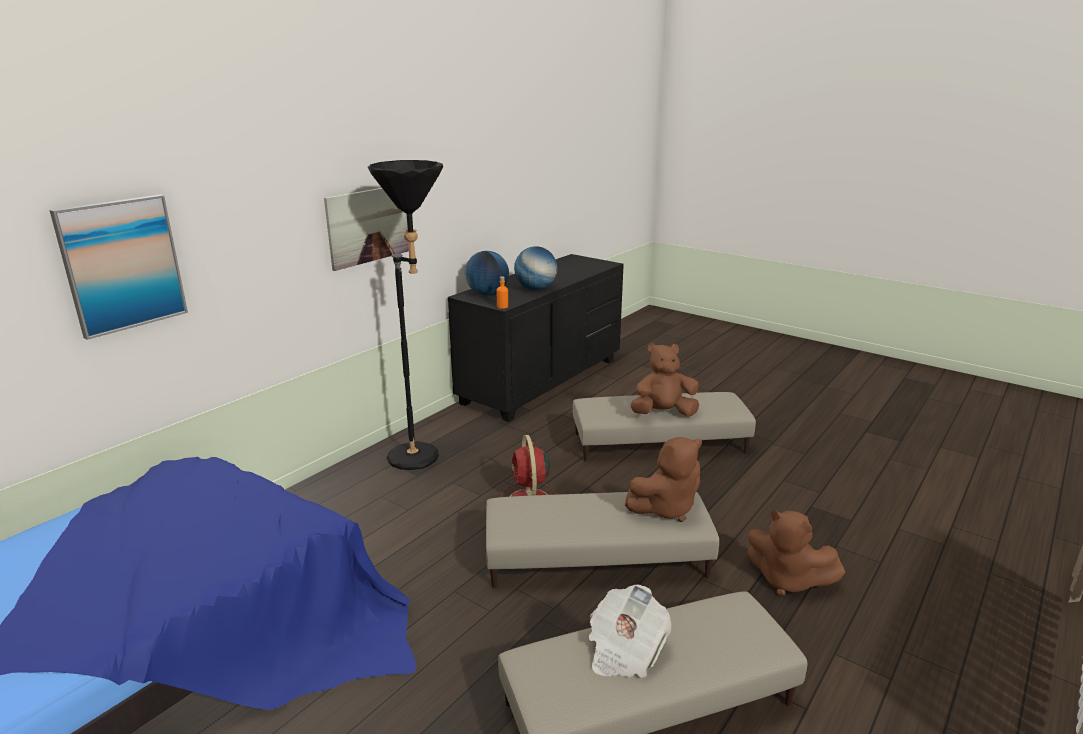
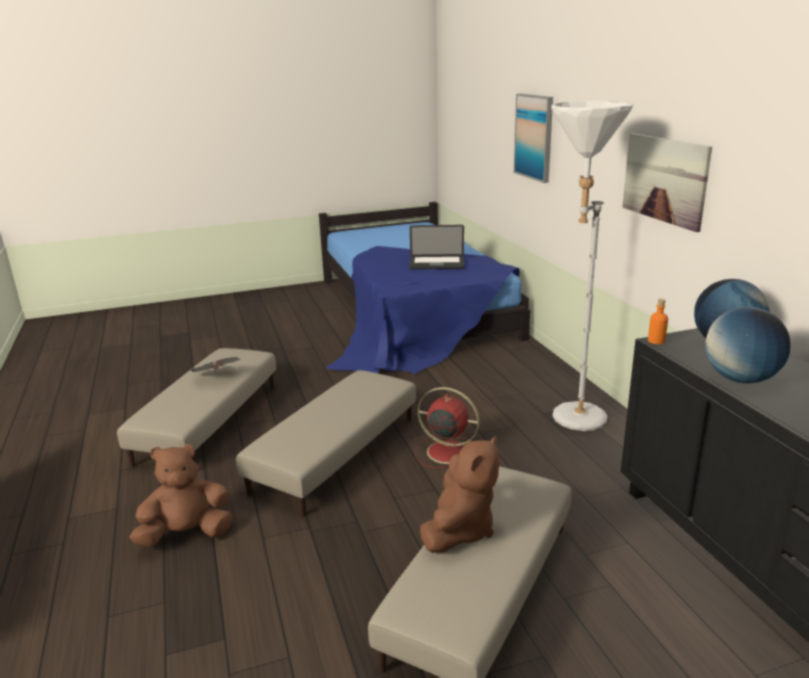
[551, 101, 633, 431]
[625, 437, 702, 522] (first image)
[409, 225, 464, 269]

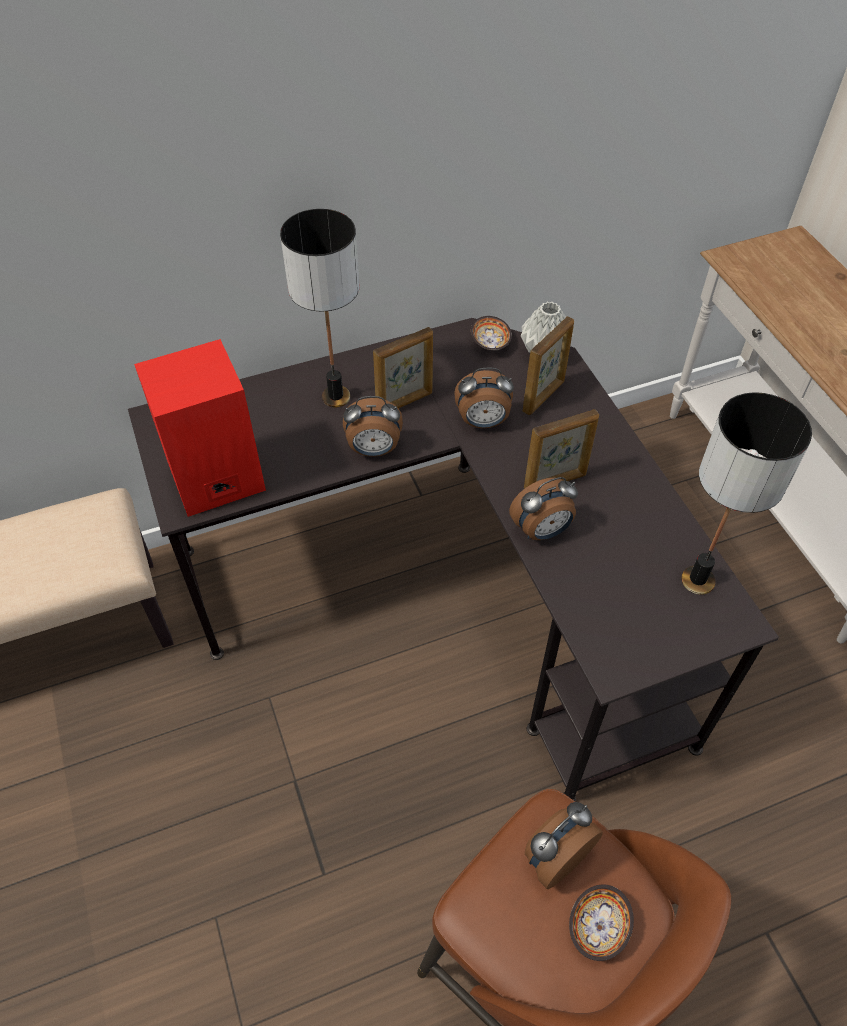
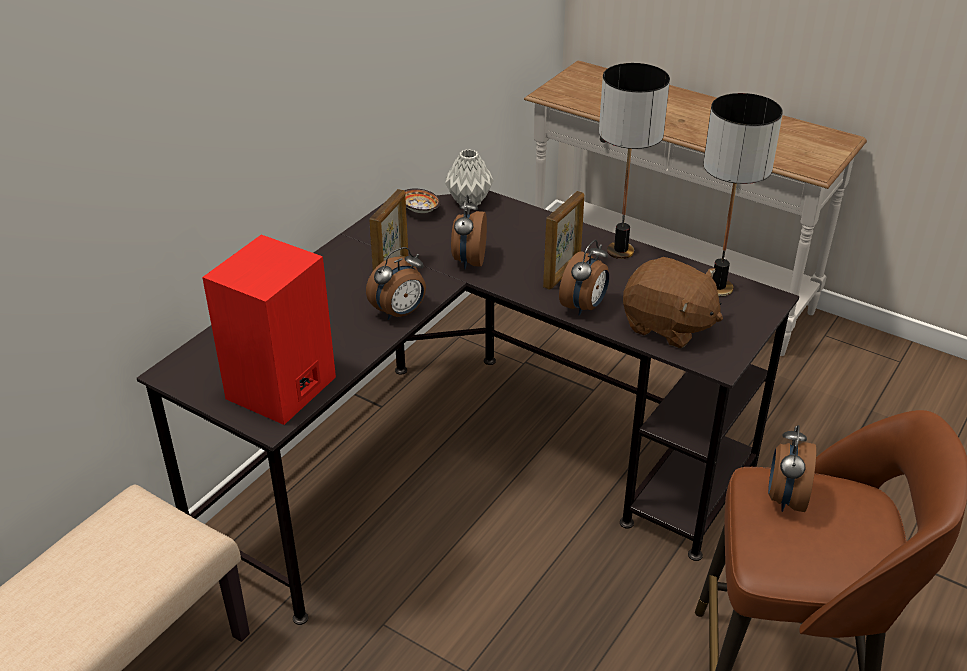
[599, 63, 670, 259]
[523, 317, 574, 415] (first image)
[451, 195, 487, 269]
[569, 884, 634, 961] (first image)
[623, 257, 723, 349]

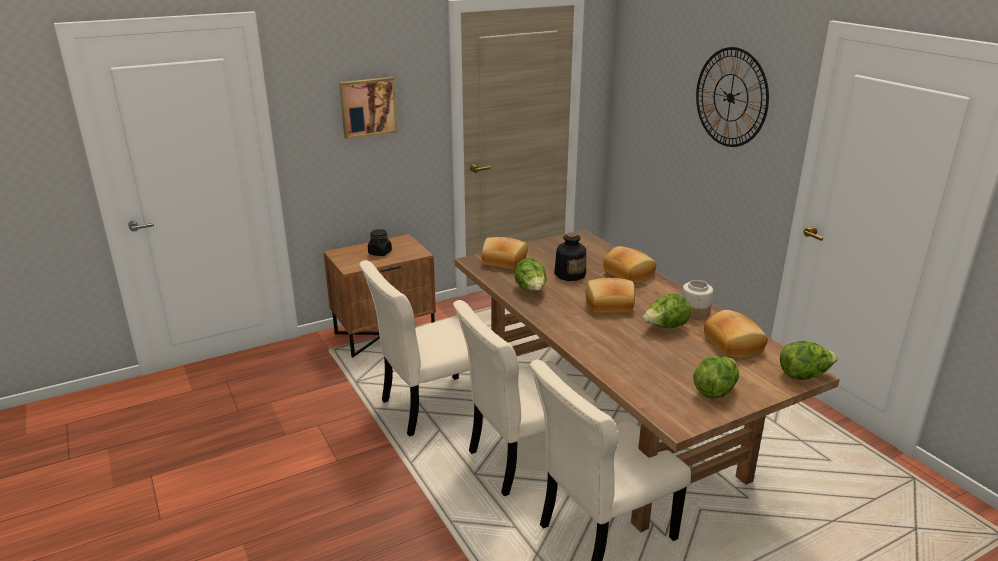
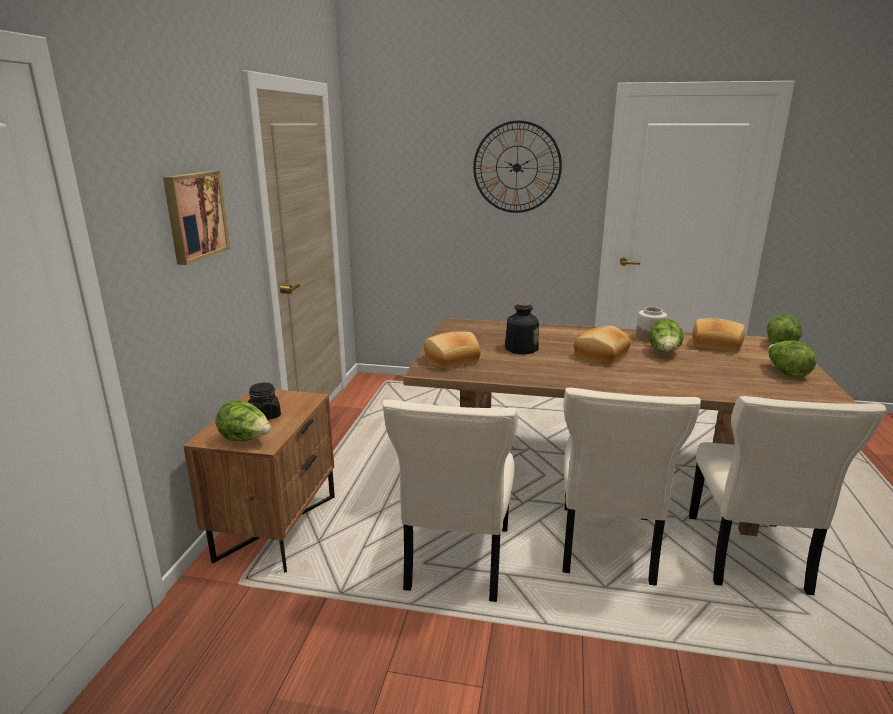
[603, 246, 656, 284] (first image)
[216, 400, 271, 441]

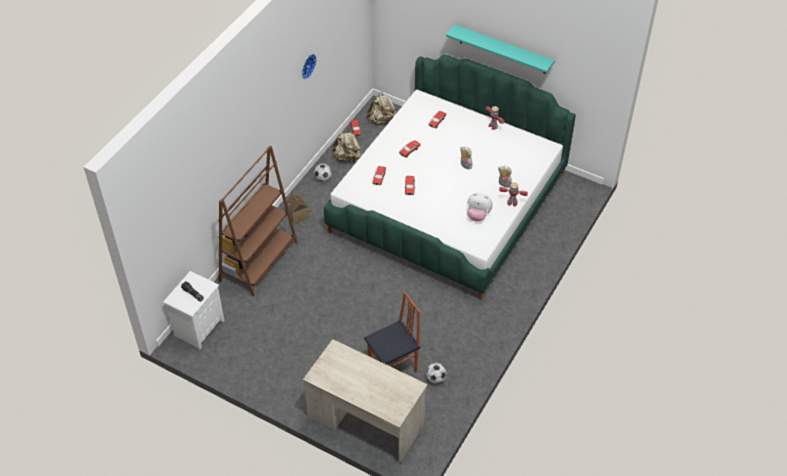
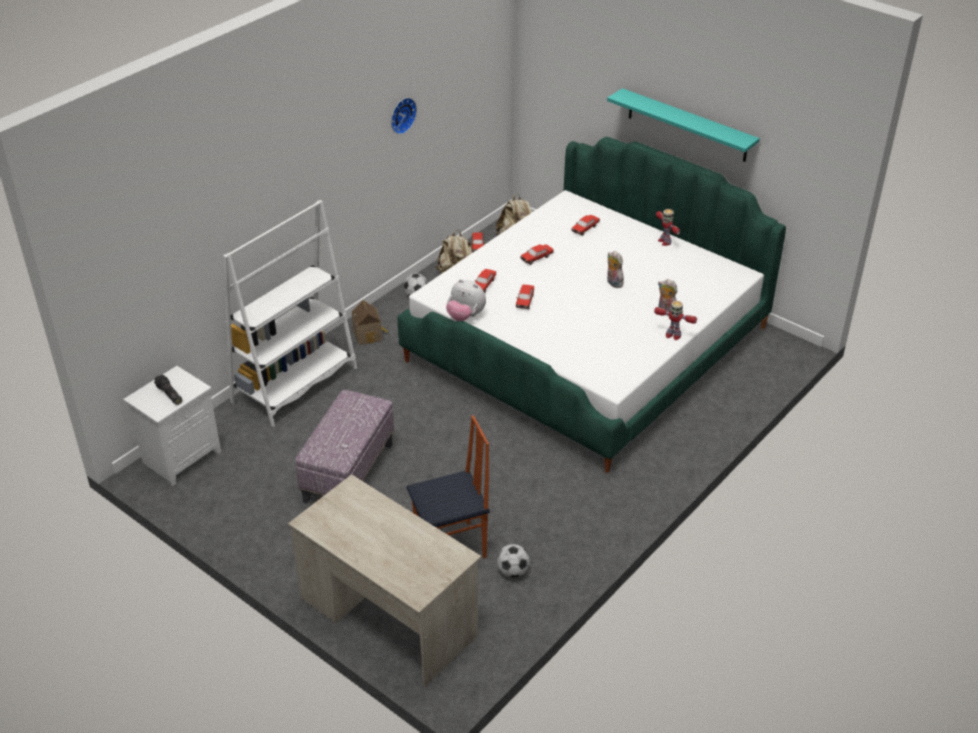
[223, 200, 357, 427]
[446, 279, 486, 321]
[295, 390, 394, 503]

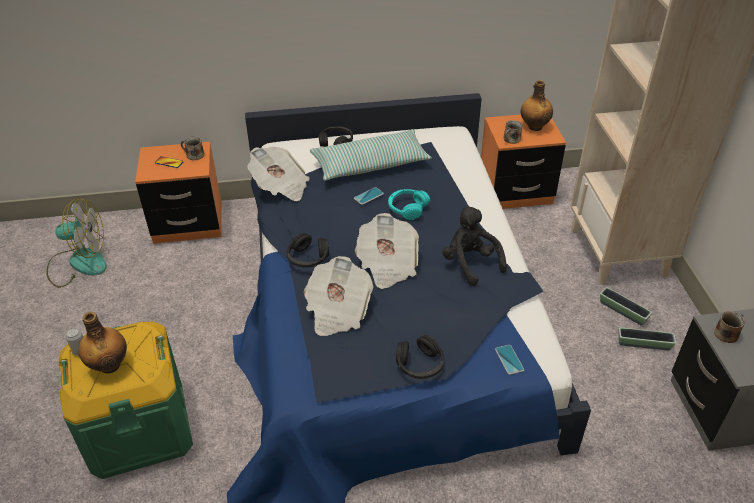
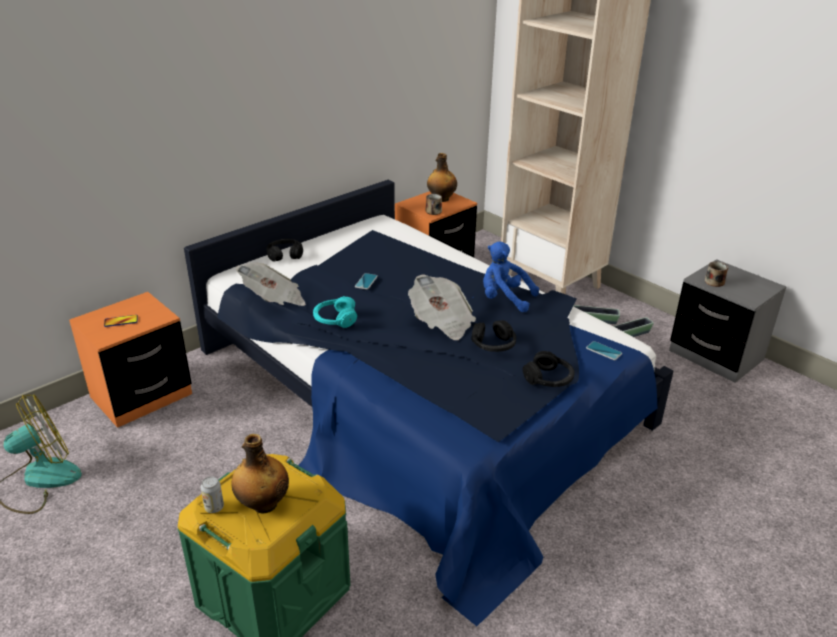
[310, 129, 432, 181] (first image)
[181, 136, 204, 160] (first image)
[313, 296, 357, 328]
[483, 241, 539, 312]
[471, 320, 516, 352]
[304, 256, 373, 336] (first image)

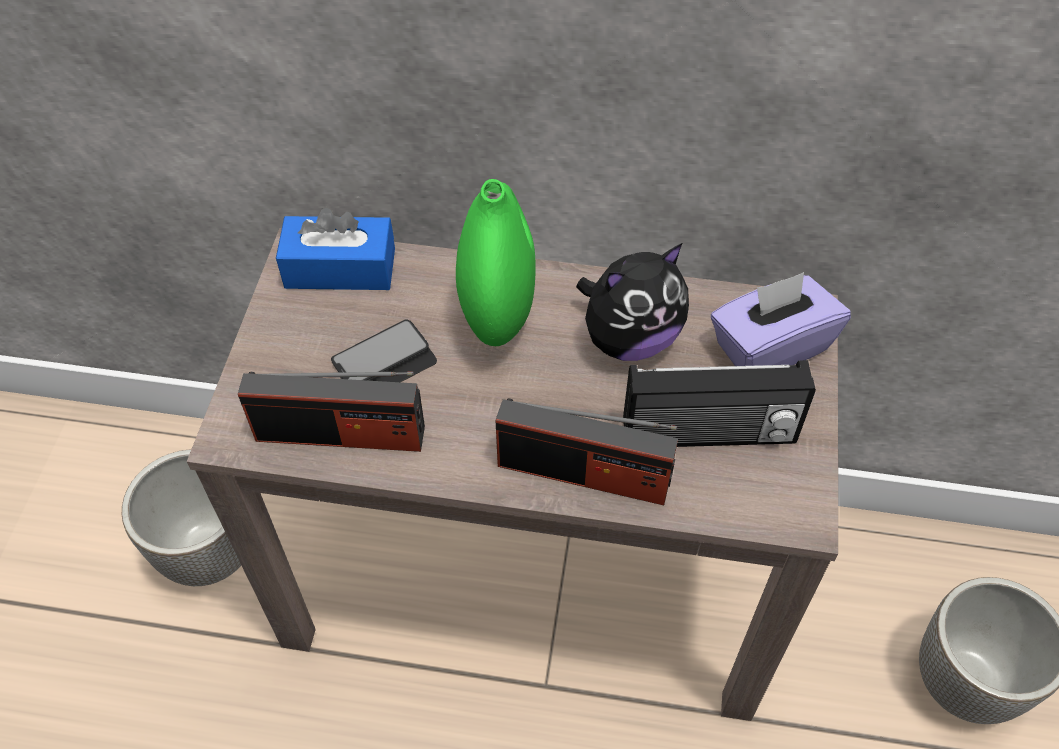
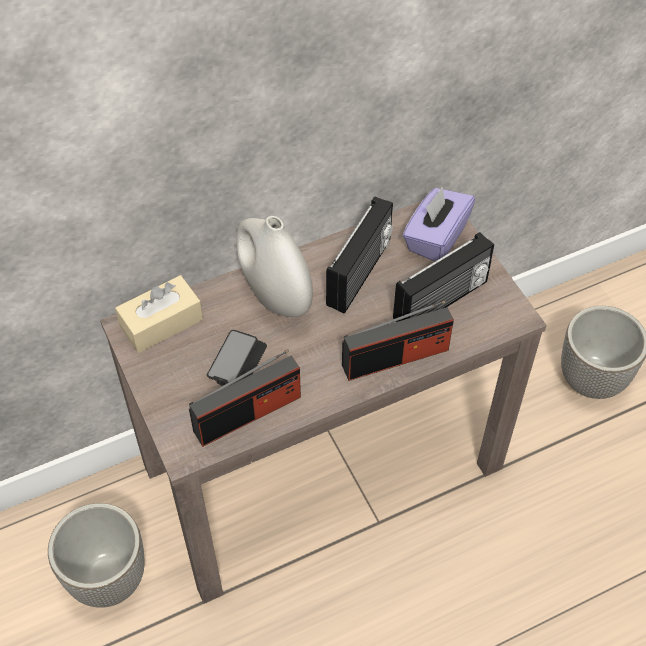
[236, 216, 313, 317]
[115, 275, 203, 353]
[326, 196, 393, 314]

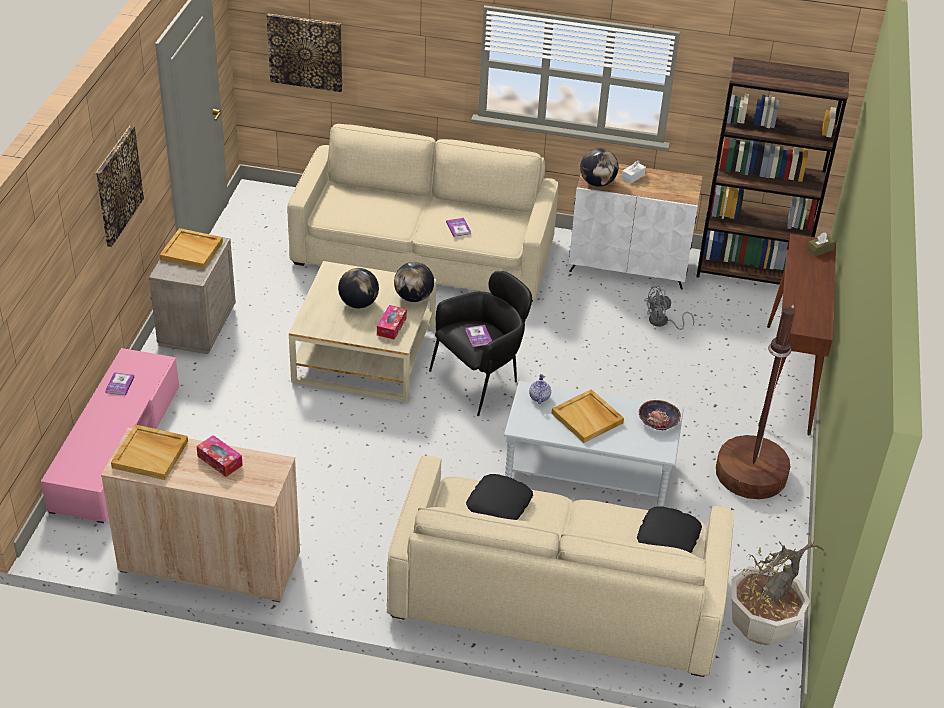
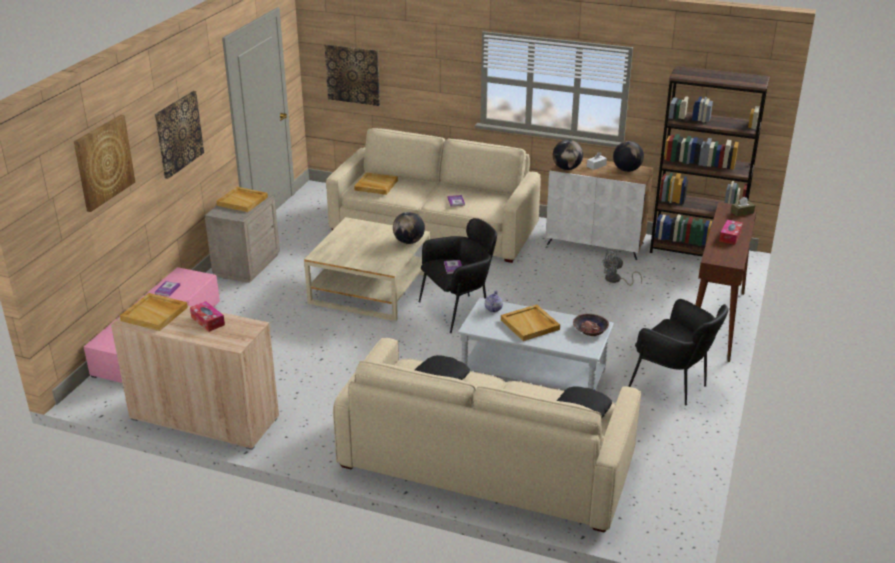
[613, 141, 644, 172]
[628, 299, 728, 406]
[719, 220, 743, 245]
[732, 533, 824, 645] (first image)
[74, 115, 135, 212]
[354, 172, 398, 195]

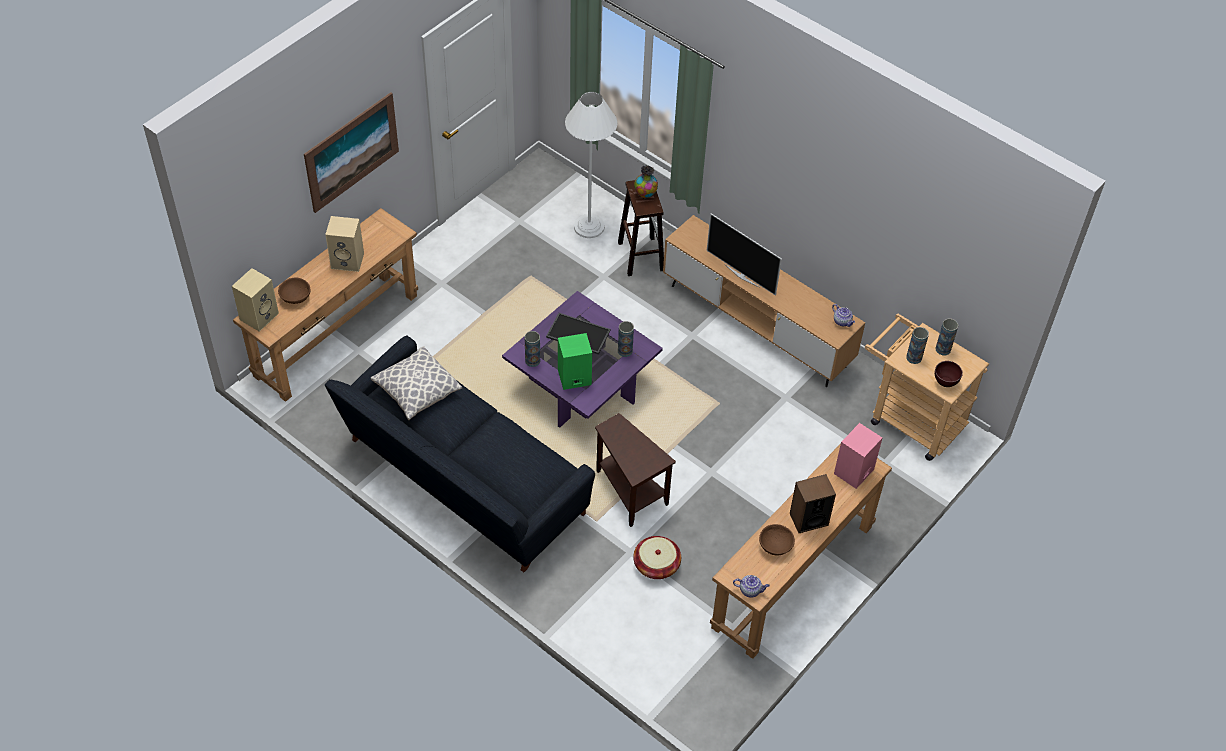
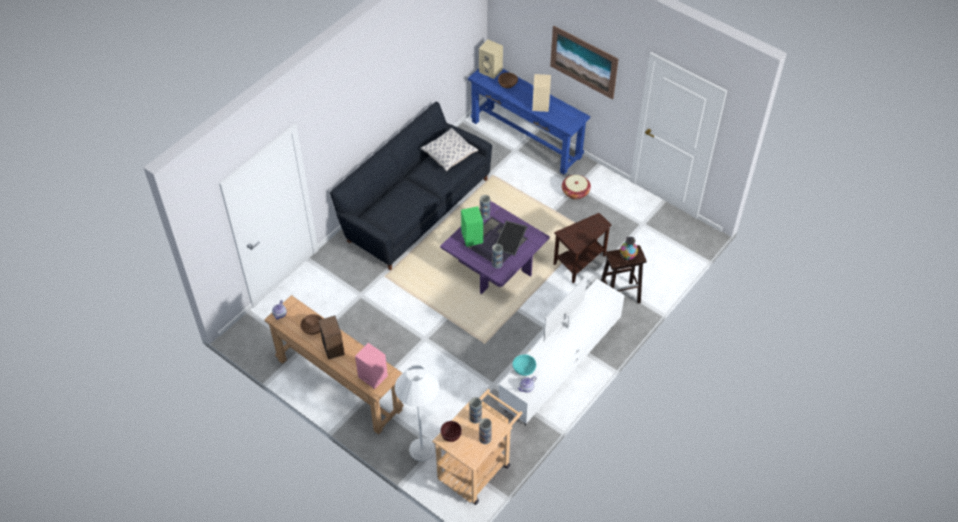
[395, 365, 439, 461]
[468, 69, 590, 175]
[499, 279, 625, 426]
[554, 213, 612, 284]
[562, 175, 591, 199]
[512, 354, 536, 376]

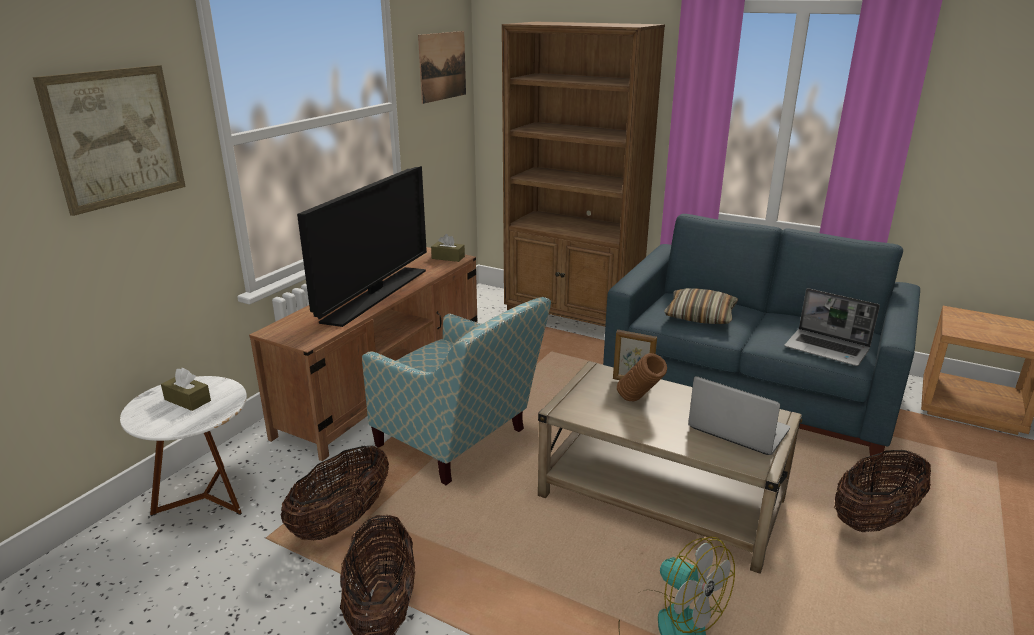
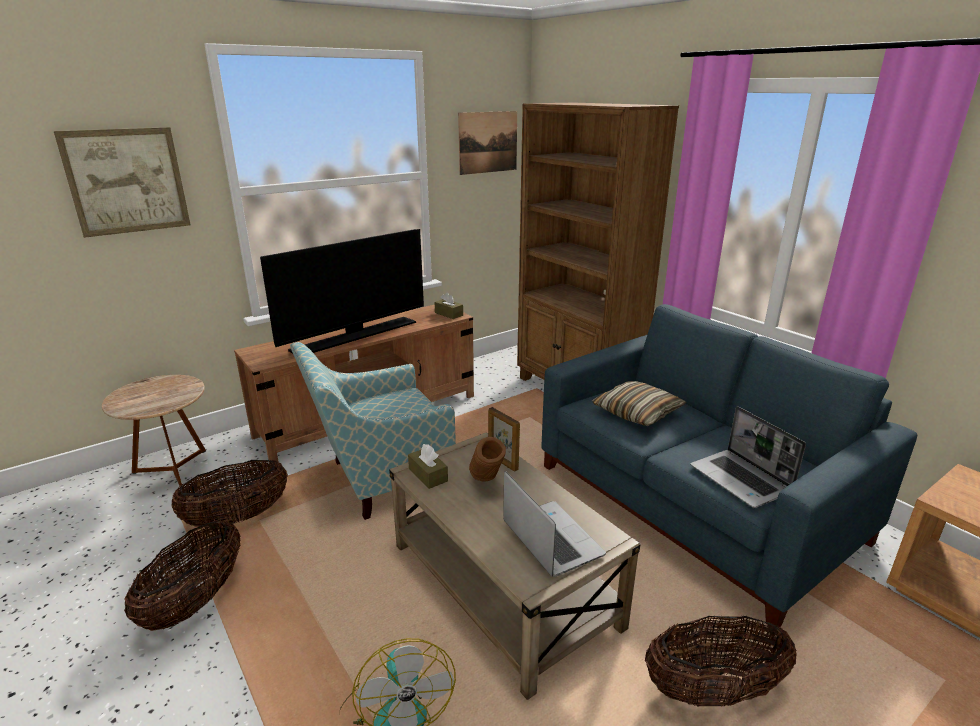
[290, 342, 456, 520]
[408, 444, 448, 489]
[102, 375, 206, 486]

